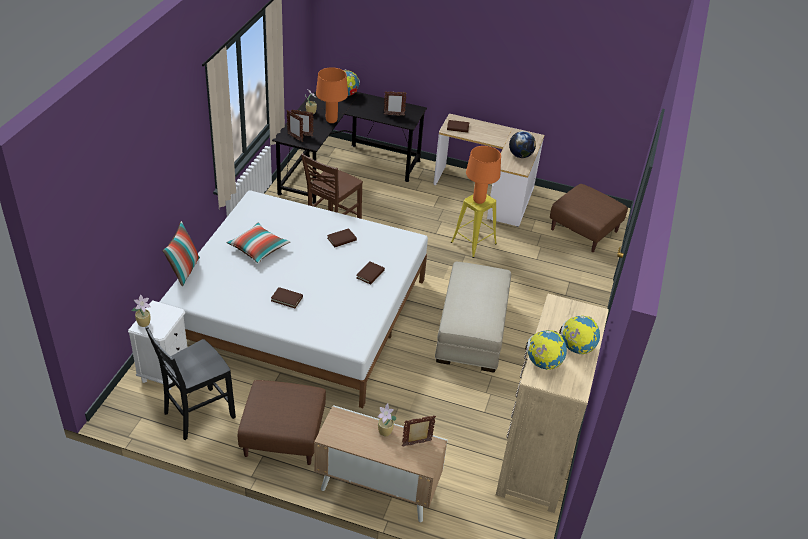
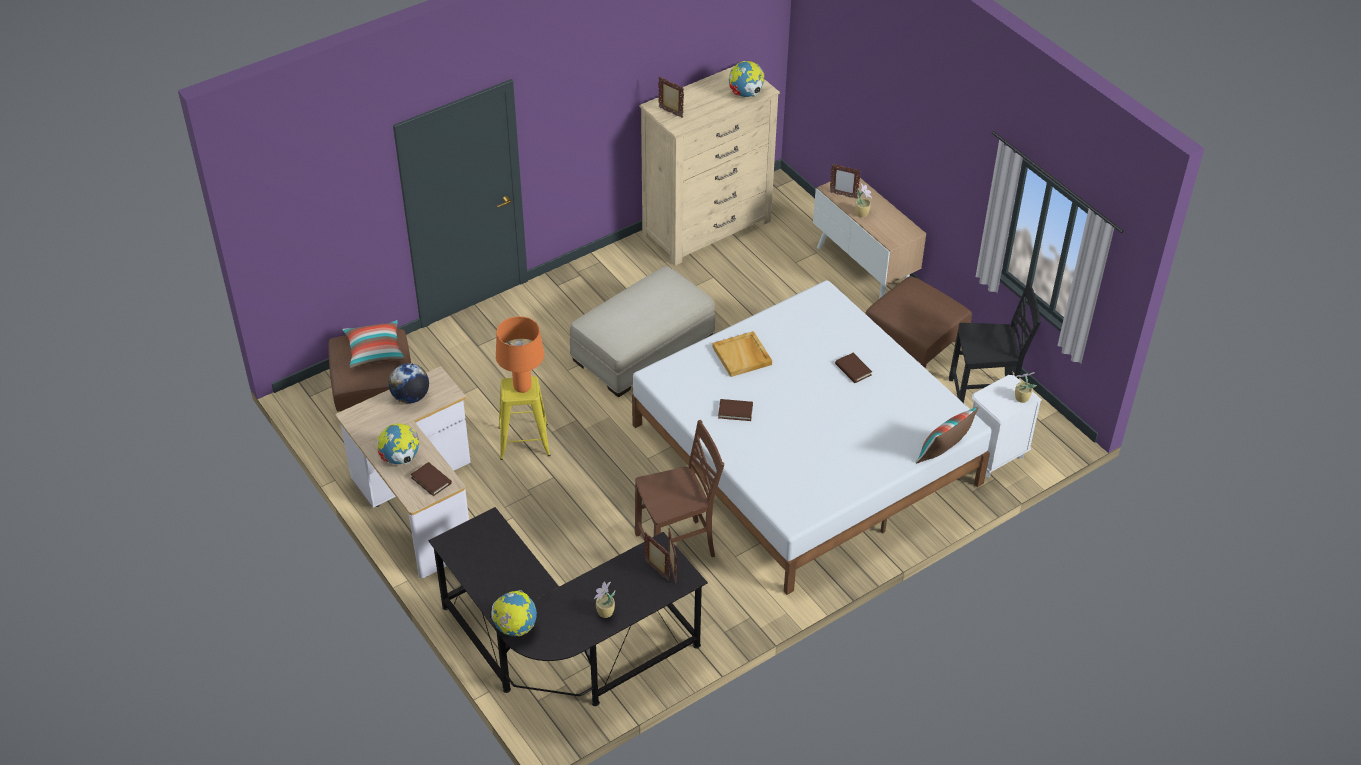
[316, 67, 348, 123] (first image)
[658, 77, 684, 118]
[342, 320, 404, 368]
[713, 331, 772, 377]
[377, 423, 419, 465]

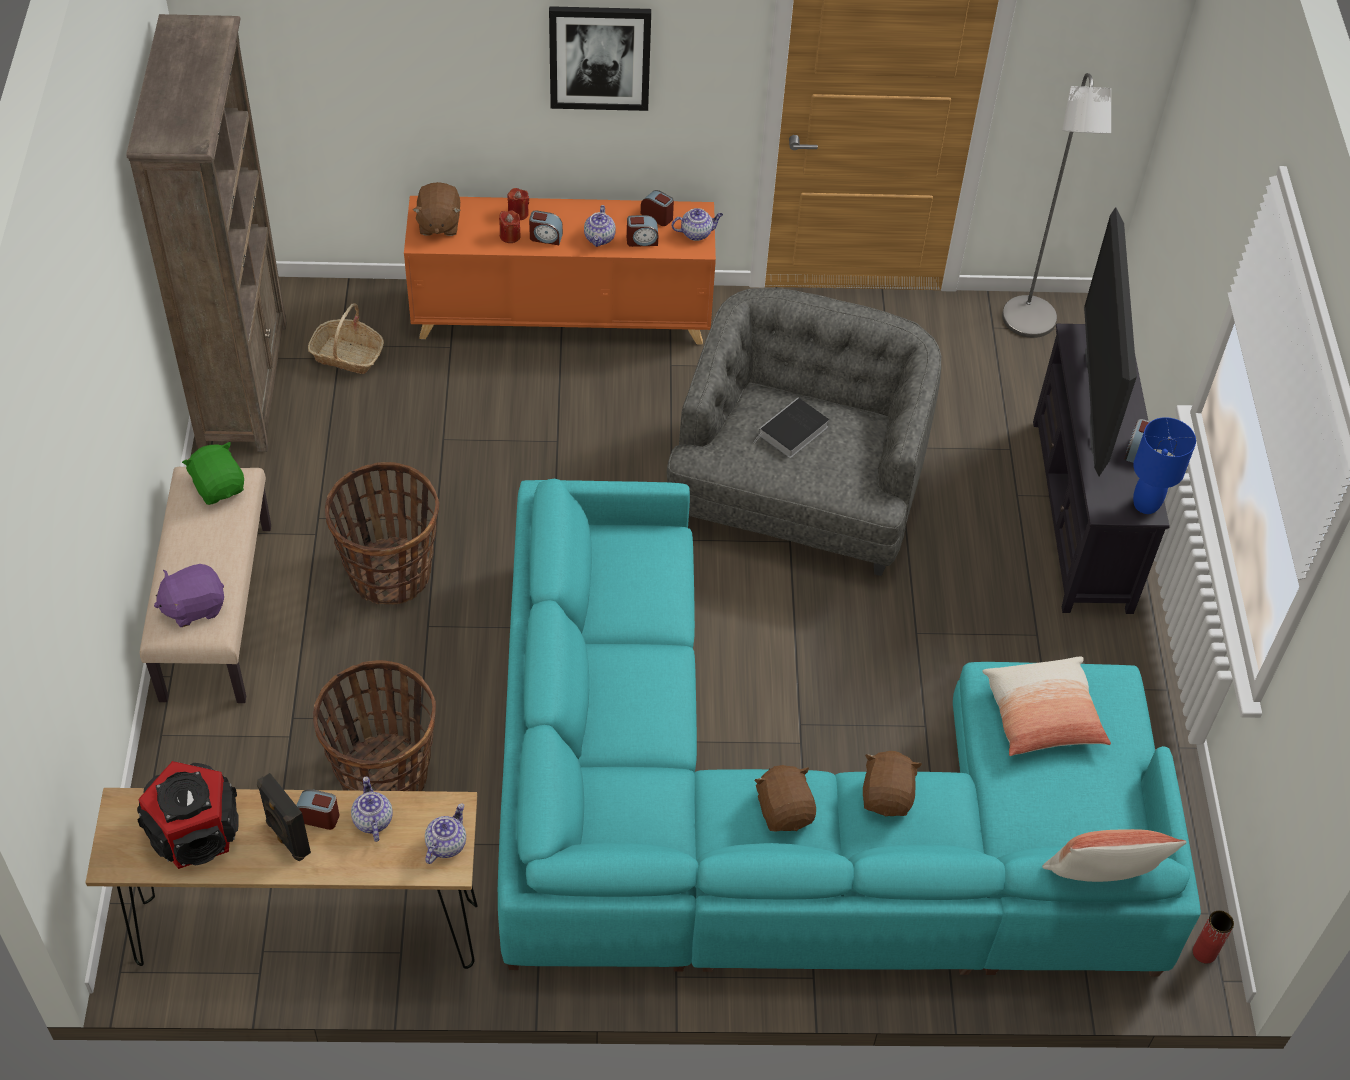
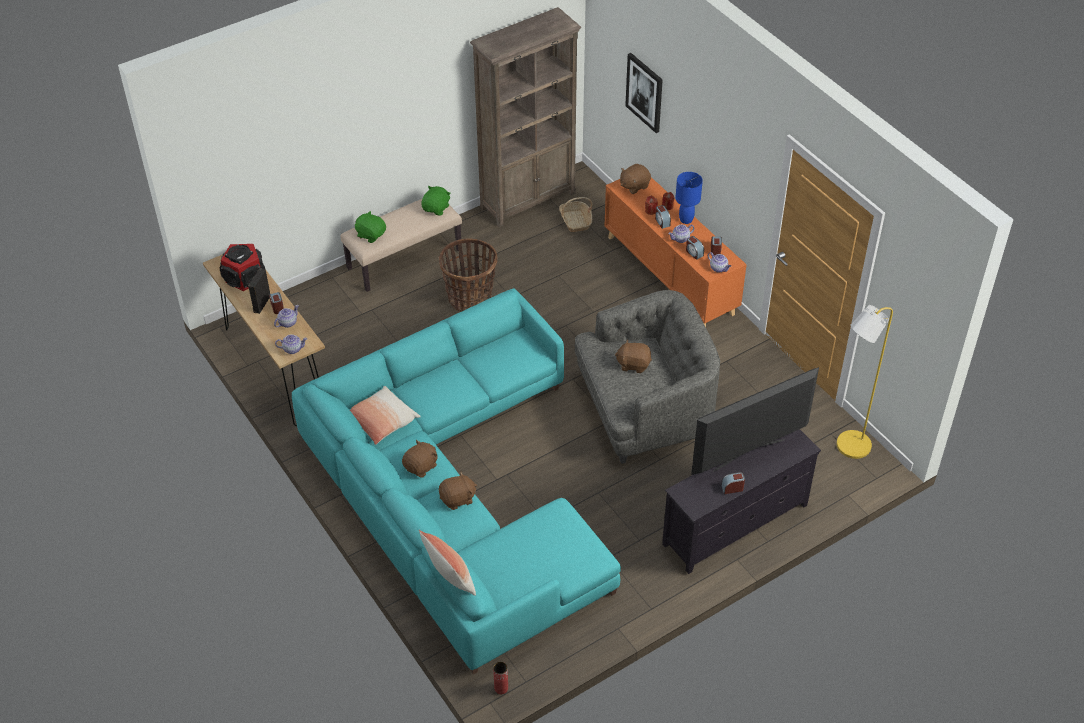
[625, 53, 663, 133]
[836, 305, 893, 459]
[615, 340, 652, 373]
[675, 172, 703, 224]
[354, 211, 386, 243]
[350, 386, 421, 445]
[313, 660, 436, 791] (first image)

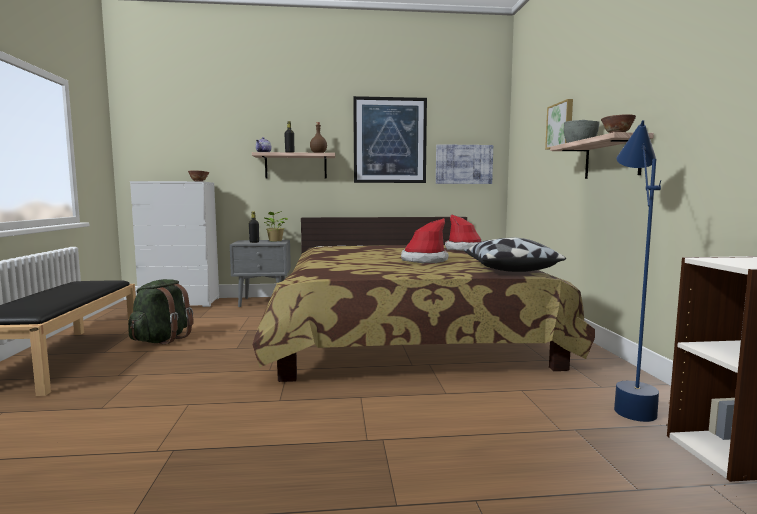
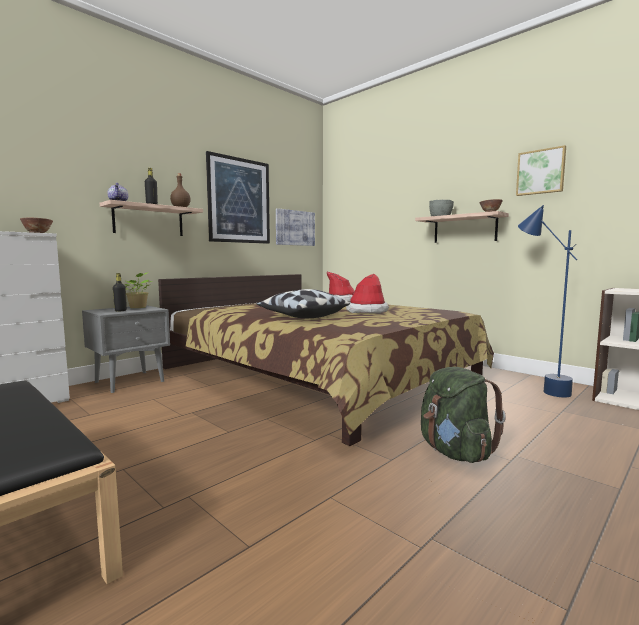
[516, 145, 566, 196]
[256, 289, 350, 318]
[421, 367, 506, 463]

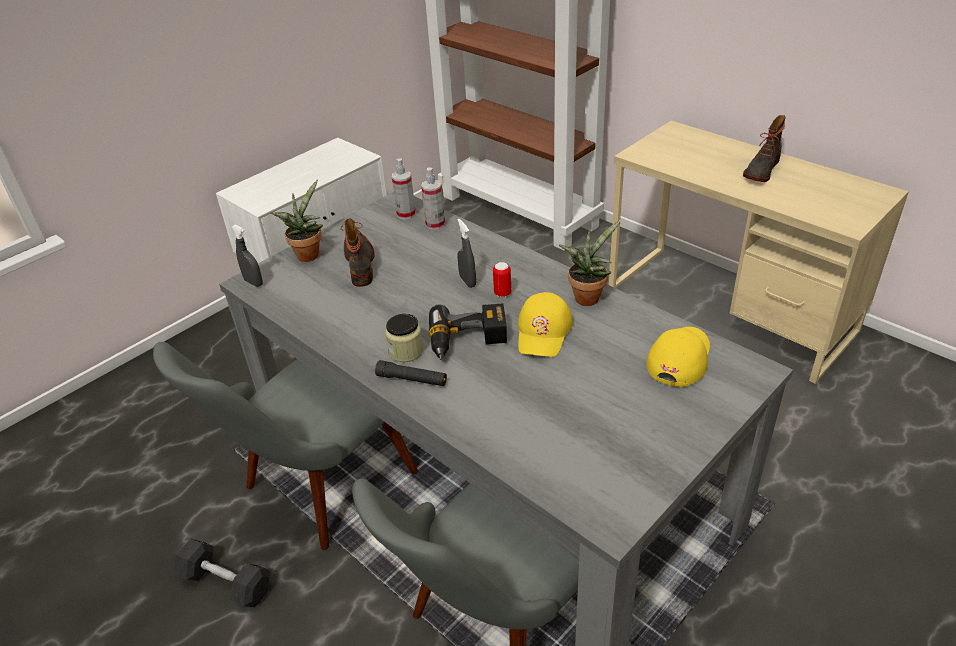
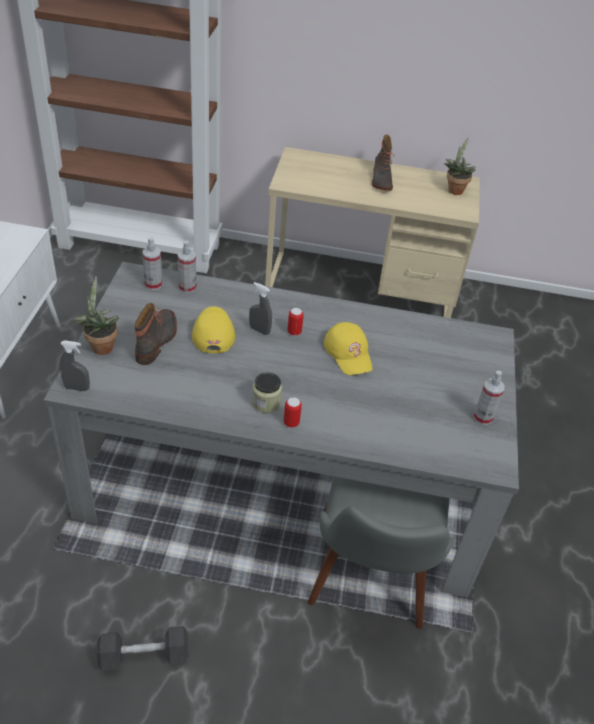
[134, 303, 177, 365]
[444, 137, 476, 195]
[429, 303, 507, 360] (first image)
[192, 306, 235, 353]
[153, 342, 418, 550] (first image)
[284, 397, 302, 428]
[473, 371, 505, 425]

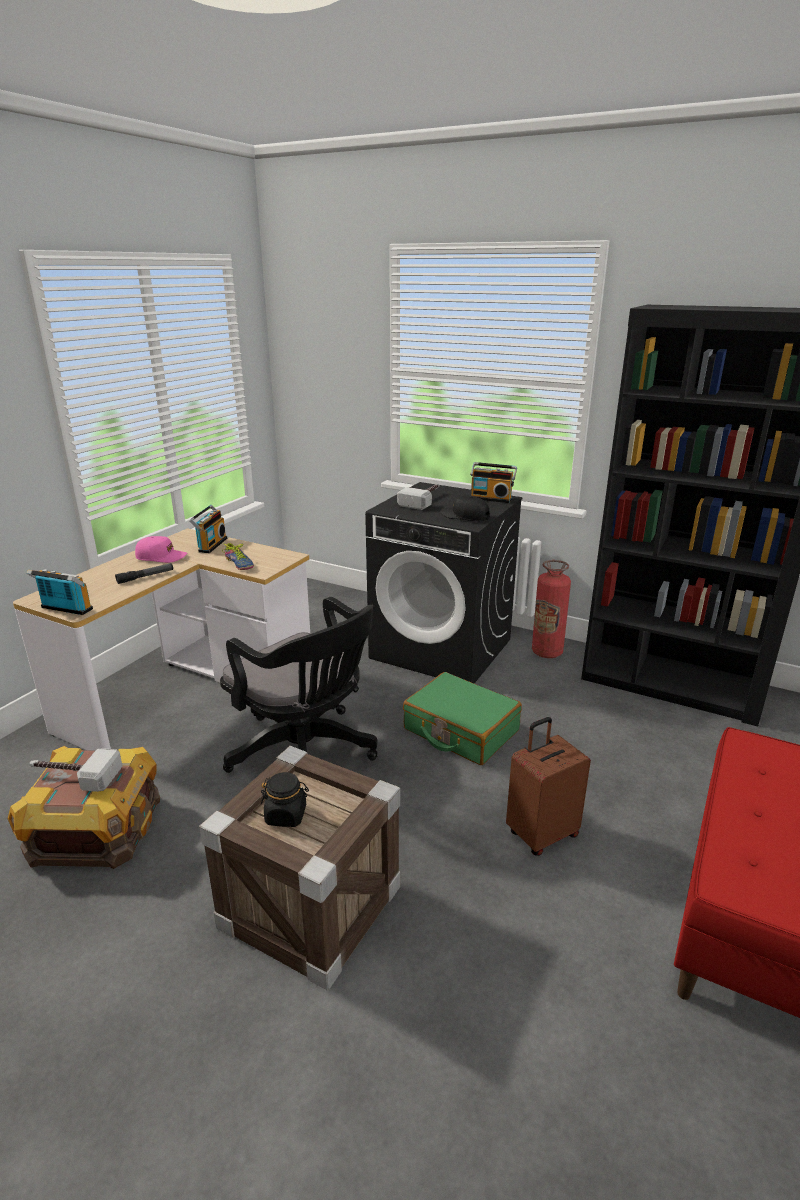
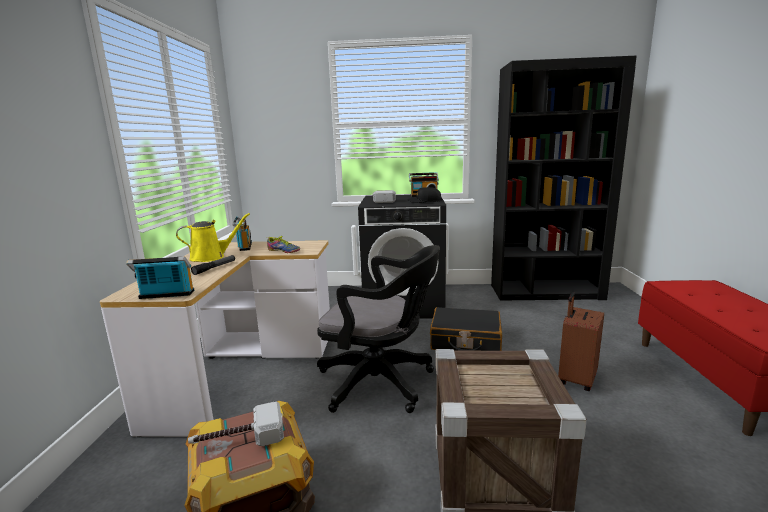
[176, 213, 250, 262]
[532, 560, 571, 658] (first image)
[430, 307, 502, 351]
[261, 772, 309, 827] (first image)

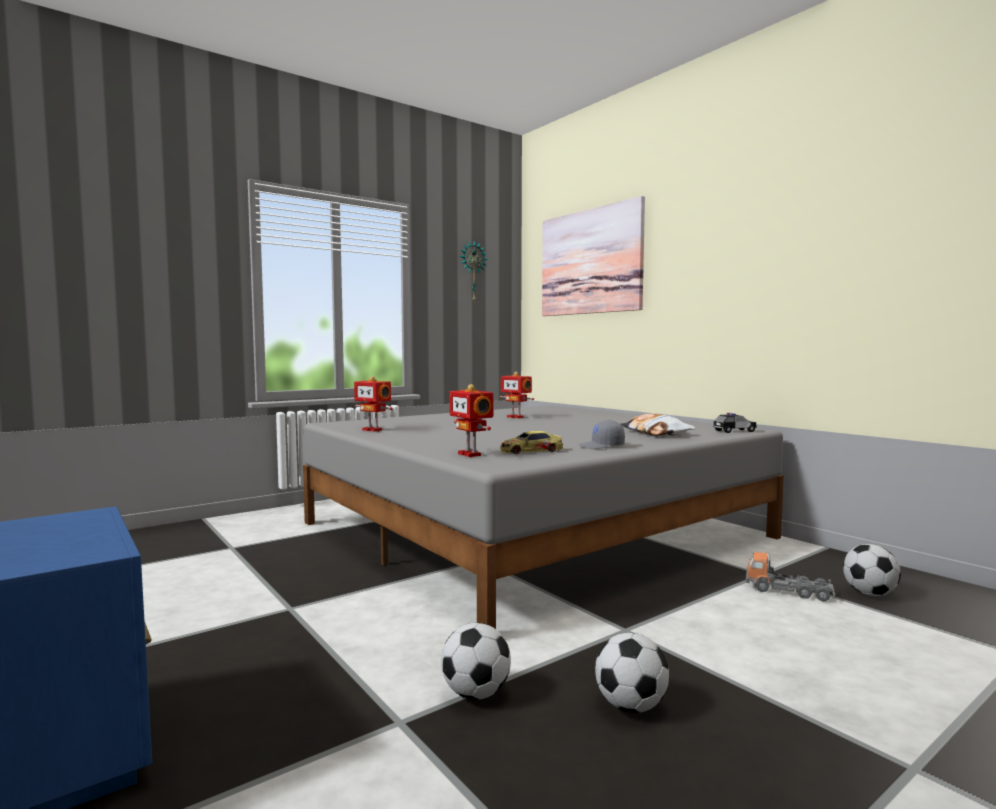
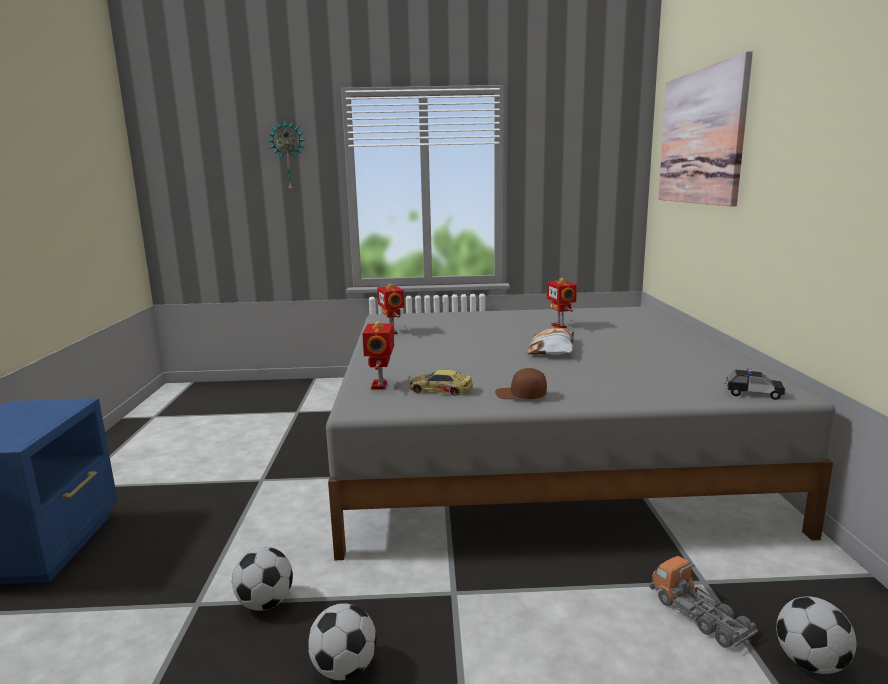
[268, 121, 305, 191]
[527, 328, 574, 355]
[495, 368, 547, 399]

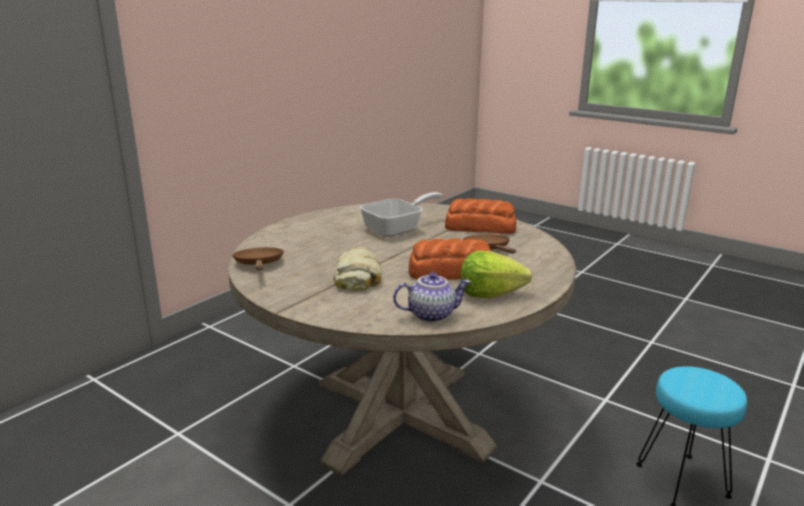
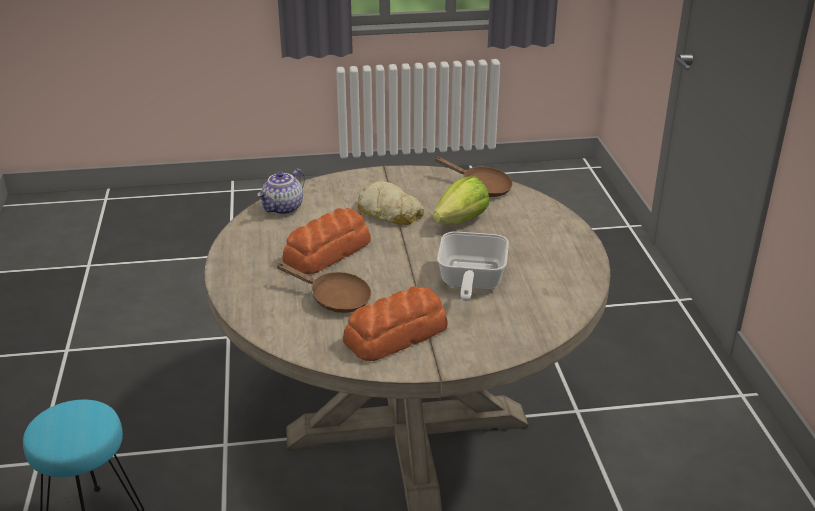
[433, 176, 489, 225]

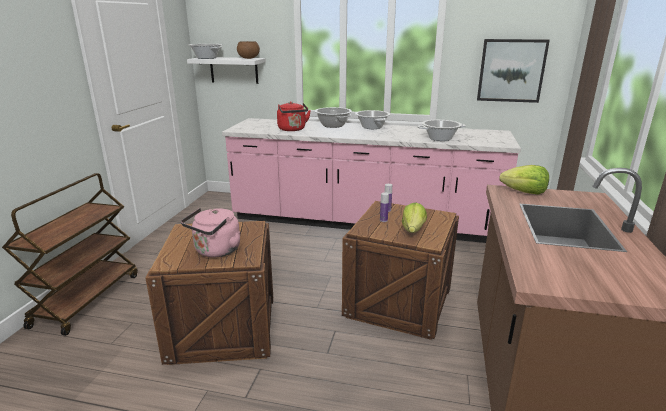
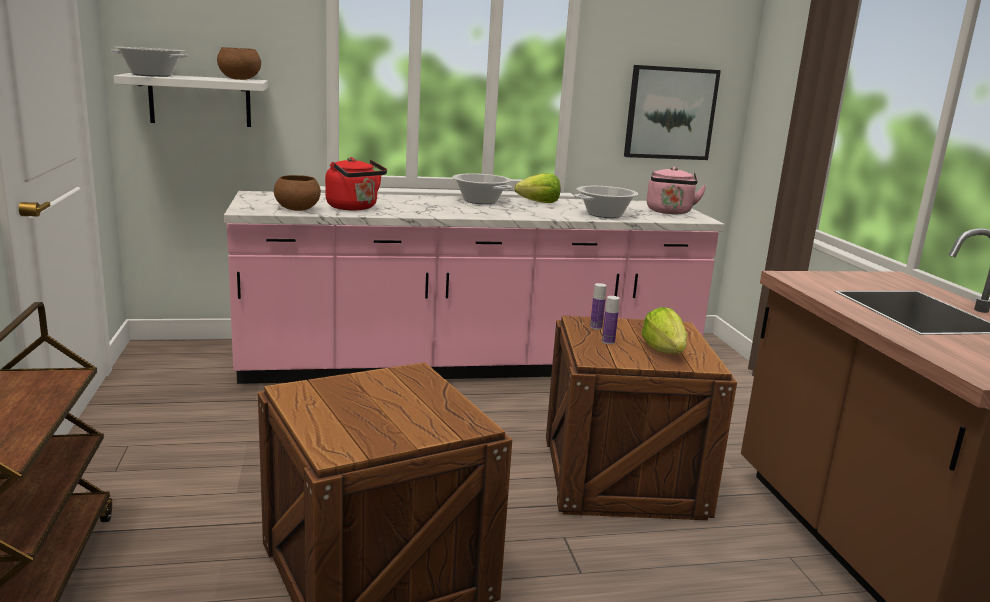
[315, 107, 352, 128] (first image)
[515, 173, 561, 203]
[647, 166, 706, 215]
[274, 175, 321, 211]

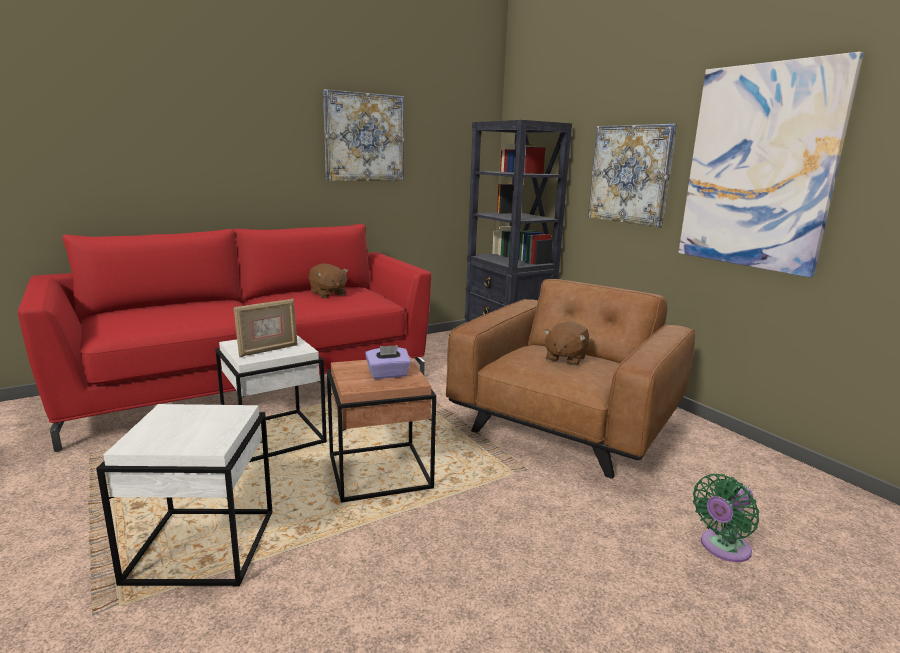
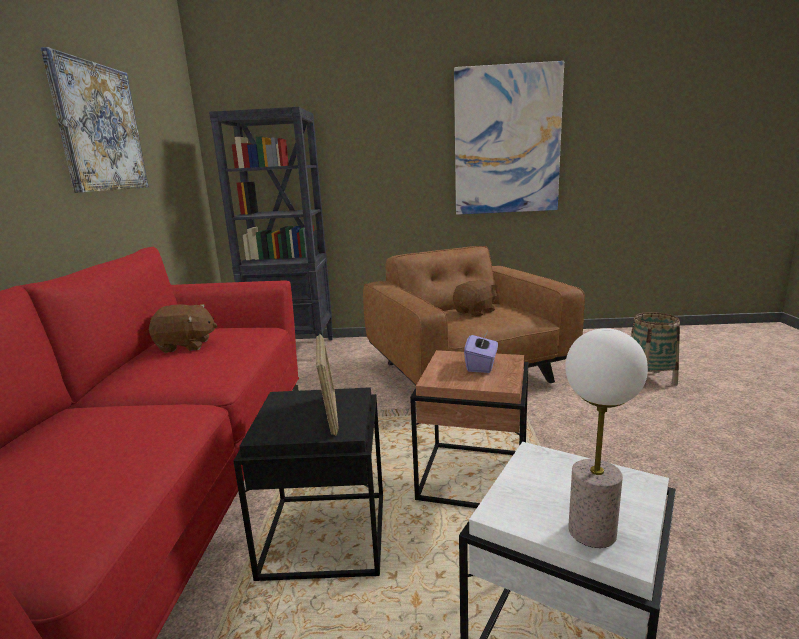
[588, 124, 677, 228] (first image)
[453, 280, 498, 317]
[234, 387, 383, 581]
[631, 312, 680, 388]
[565, 328, 648, 548]

